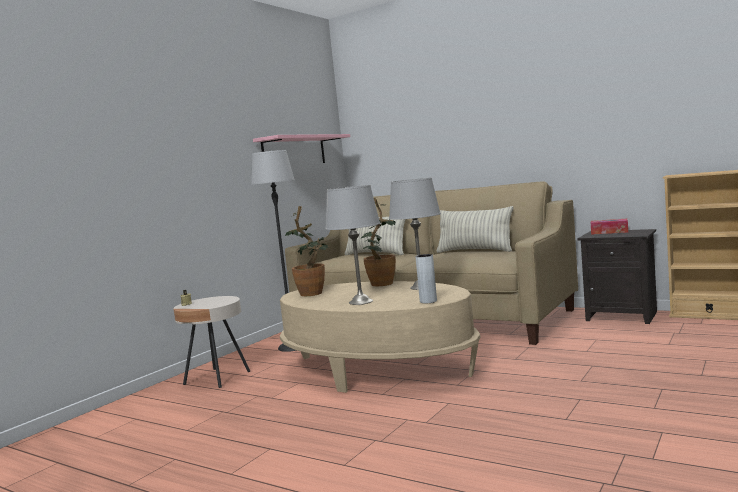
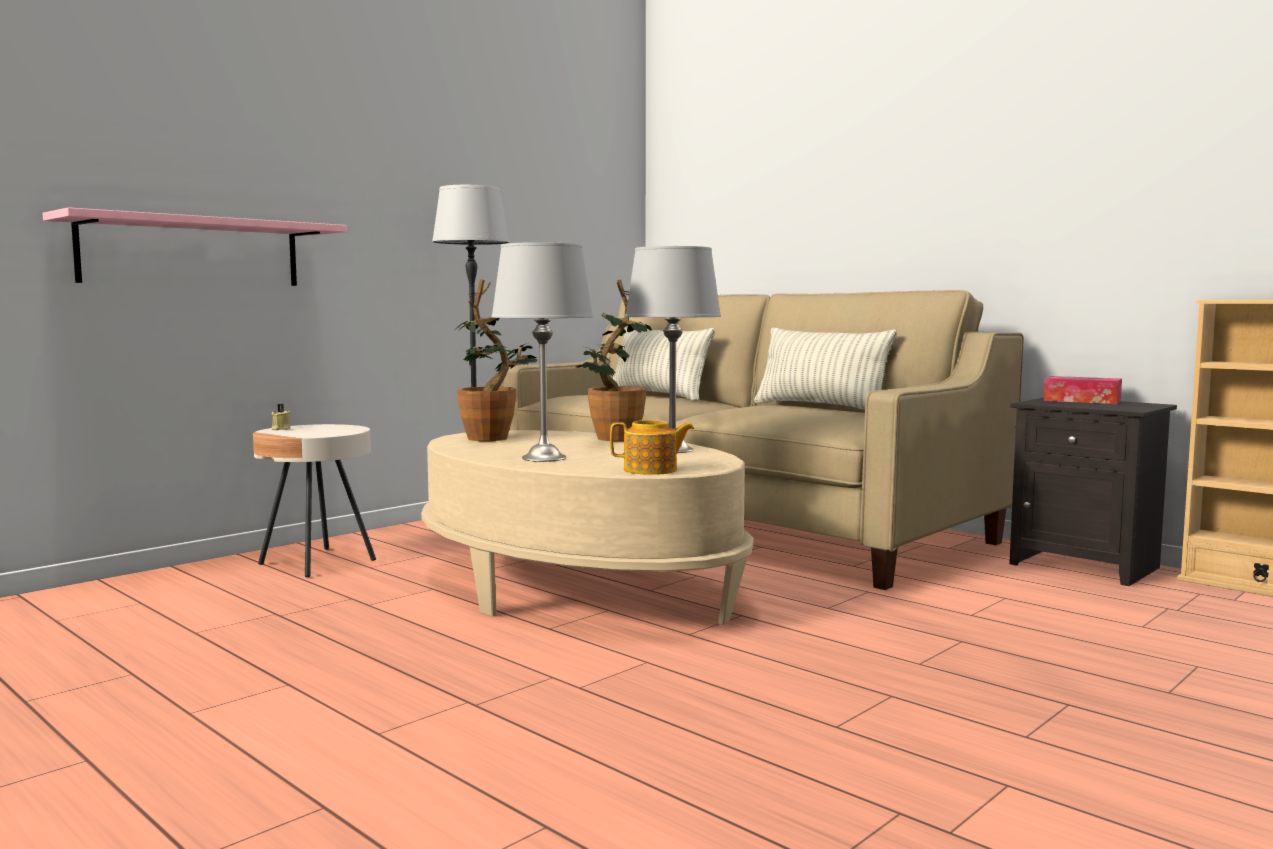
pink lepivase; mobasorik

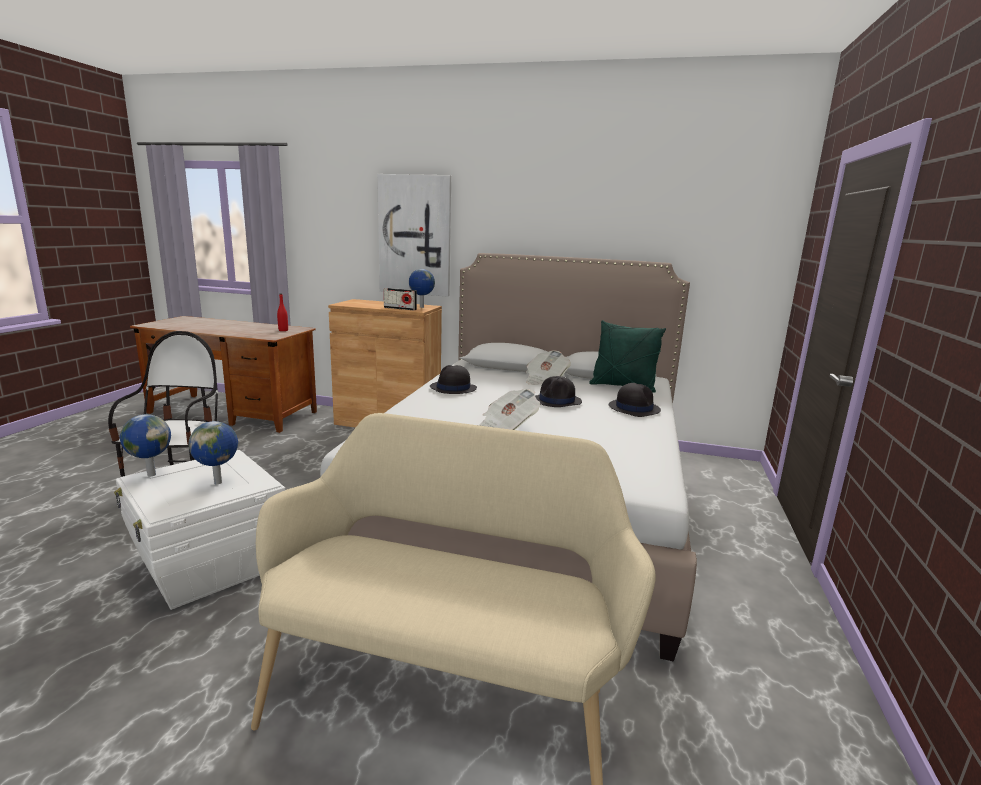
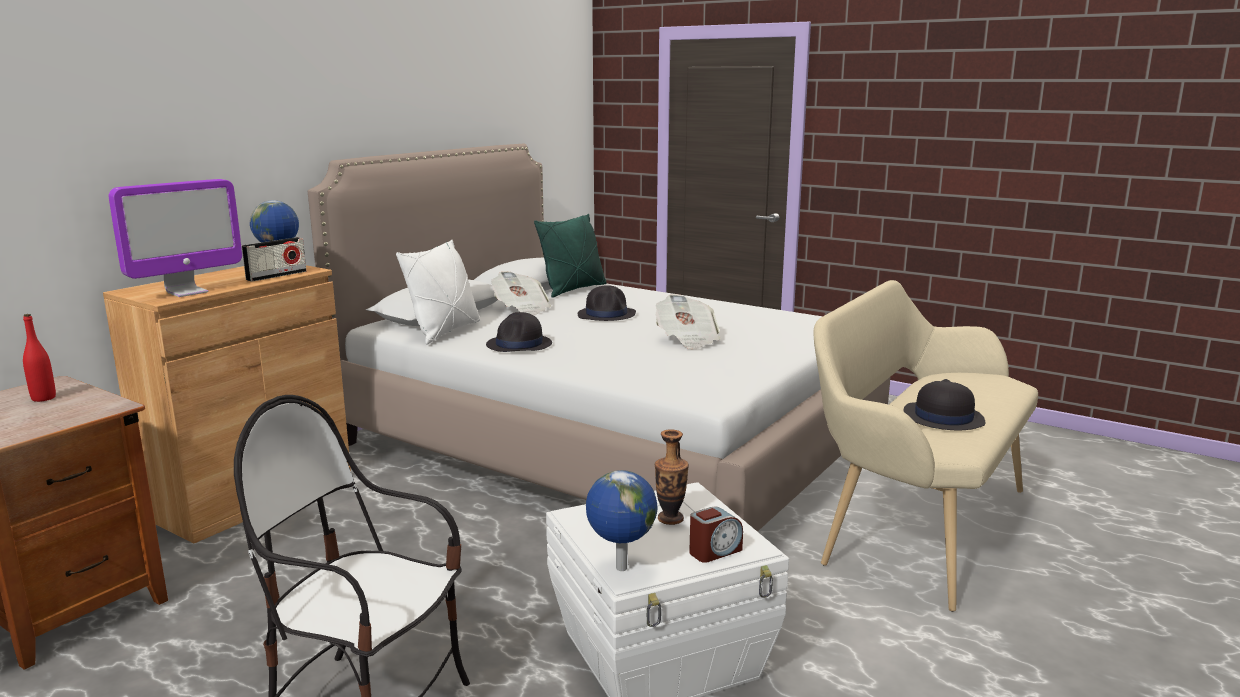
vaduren; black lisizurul (3rd from left); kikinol; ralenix; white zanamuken; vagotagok

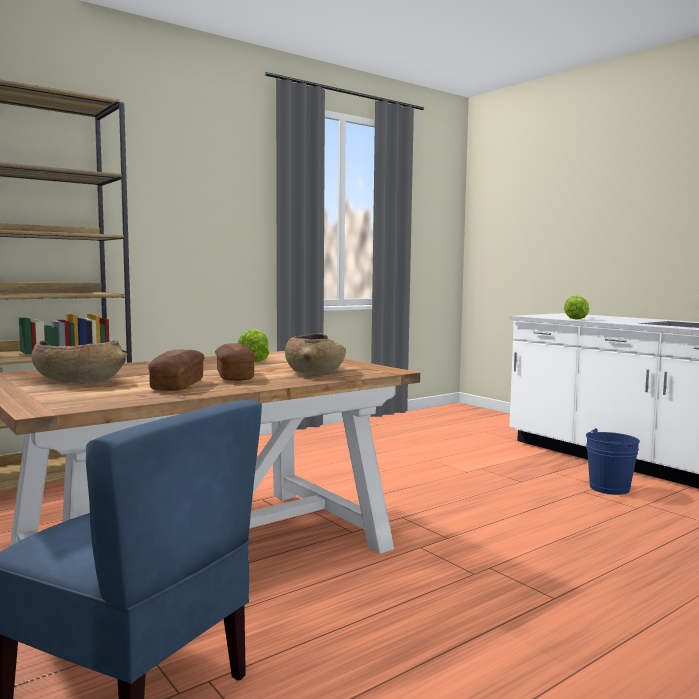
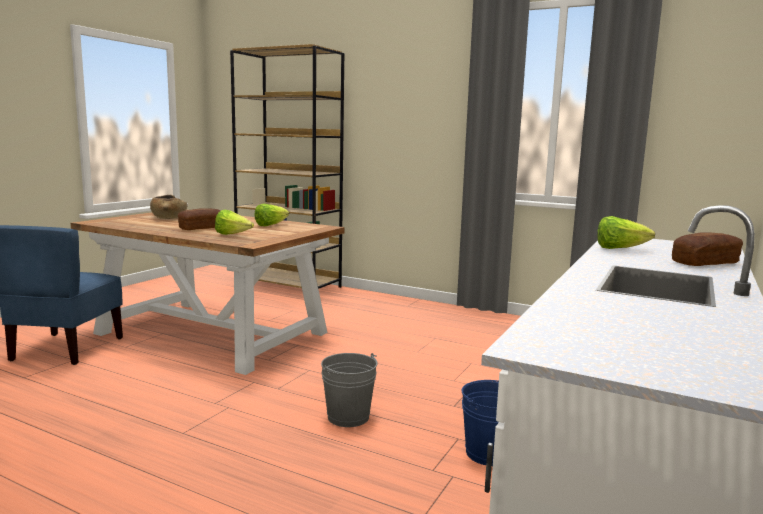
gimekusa (1st from left); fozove (2nd from left); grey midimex

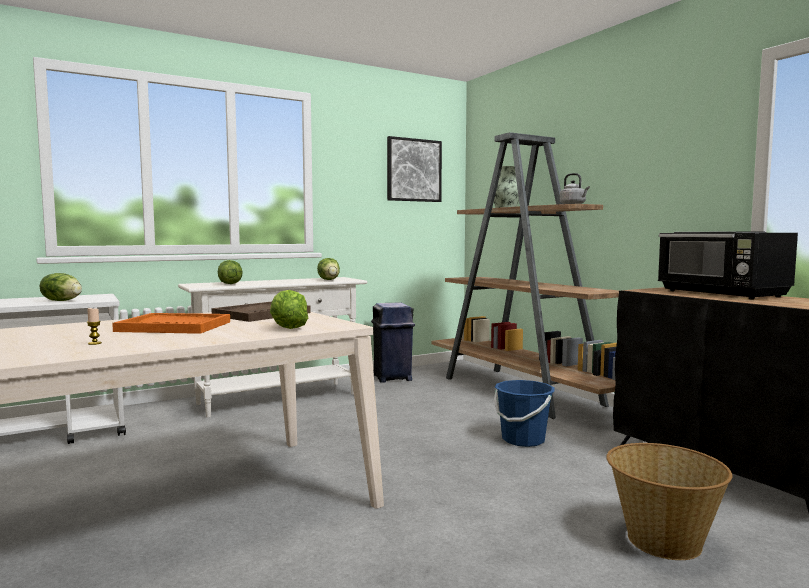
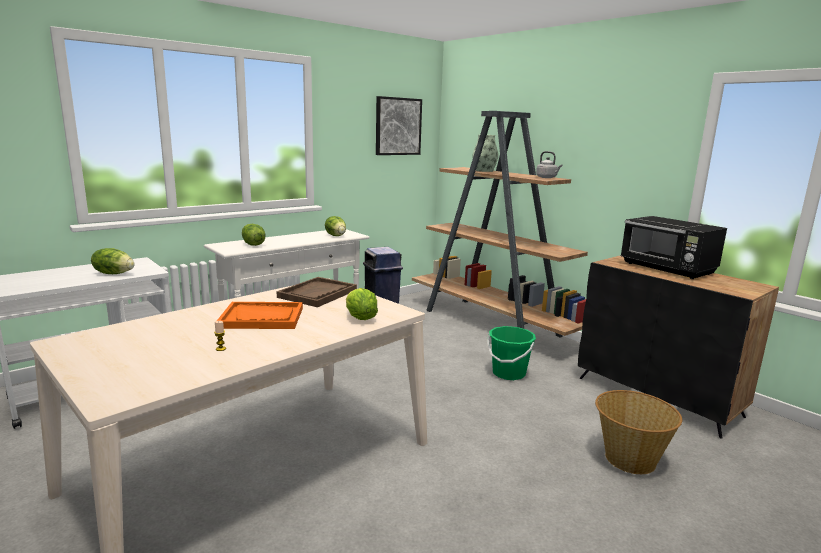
green midimex

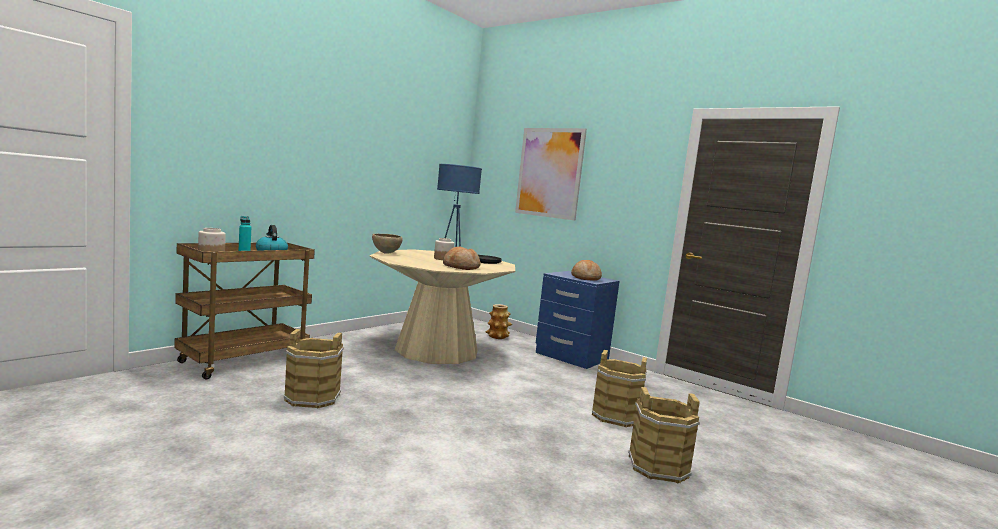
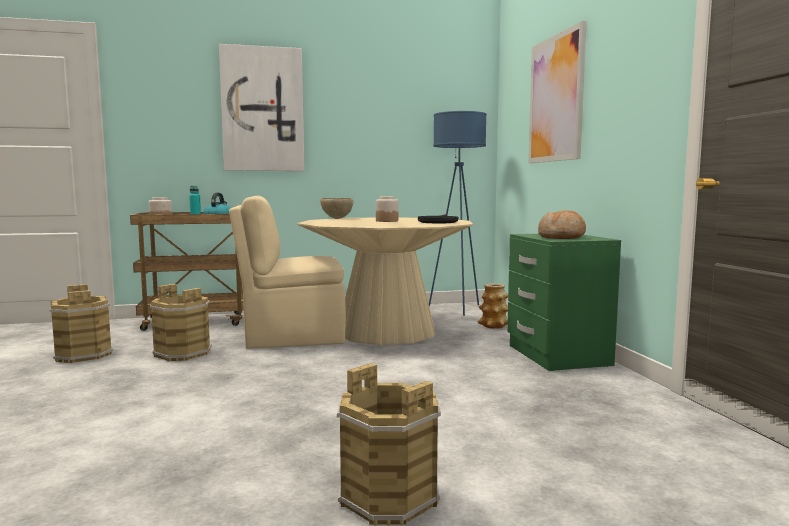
fozove (1st from left in the first image); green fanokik; brown midimex (1st from left); vaduren (1st from left); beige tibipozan

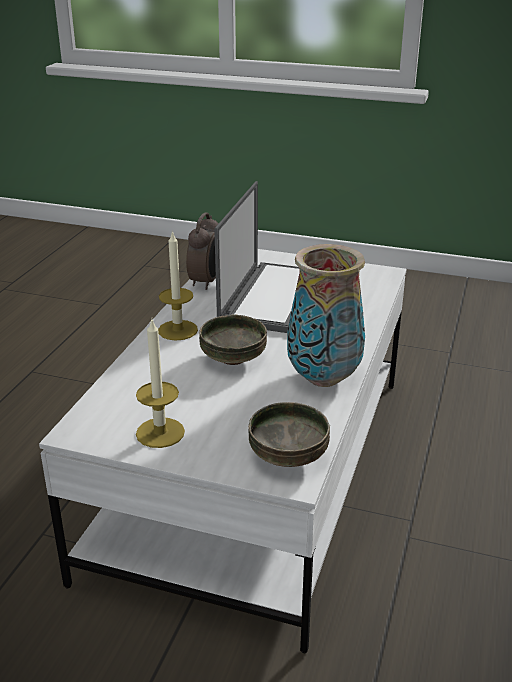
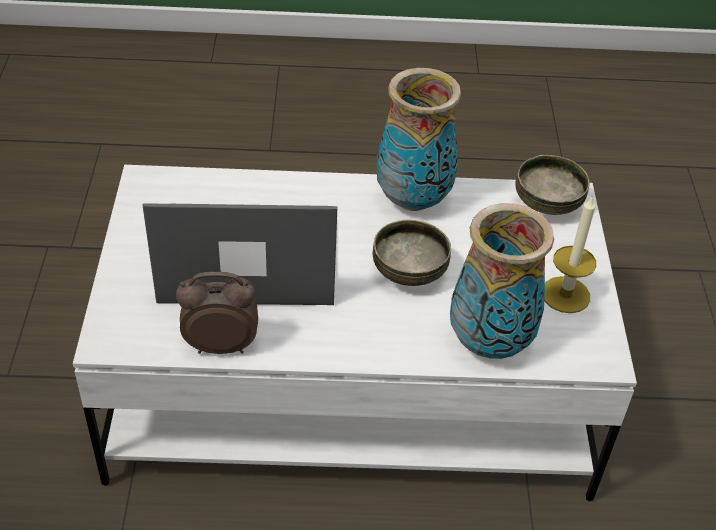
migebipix (2nd from left in the first image); kikinol (2nd from left)

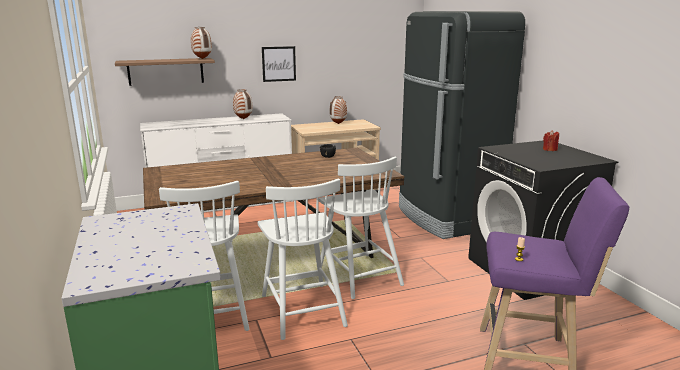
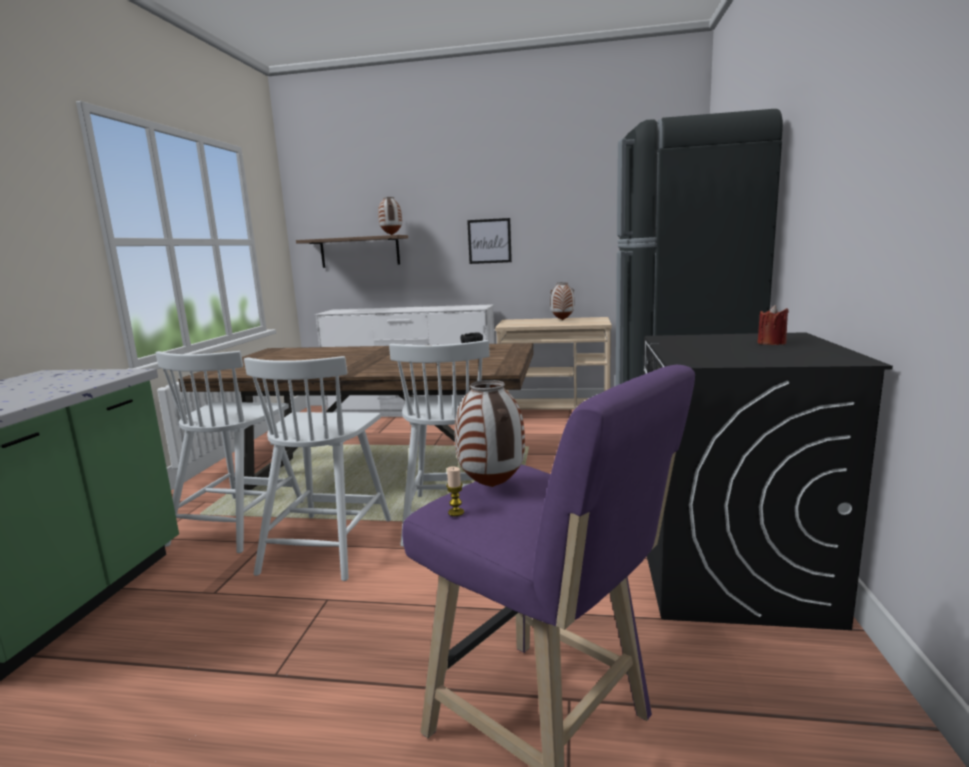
kikinol (2nd from left)

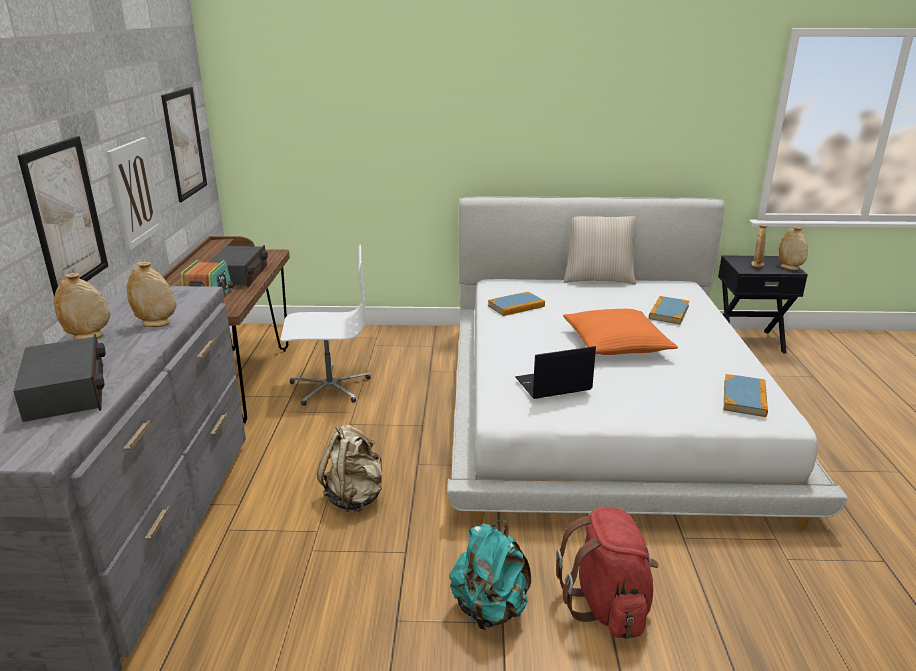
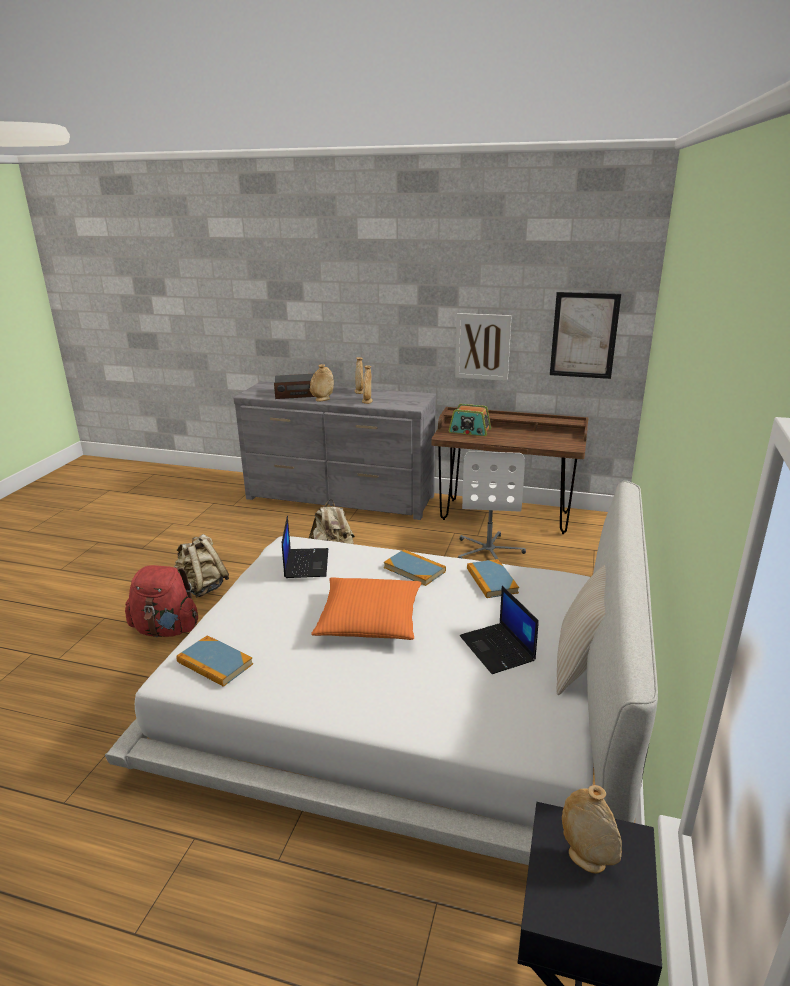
vaduren (1st from left in the first image); beige kikinol (1st from left); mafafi (3rd from left in the first image); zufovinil (2nd from left); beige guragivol (1st from left); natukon (2nd from left)

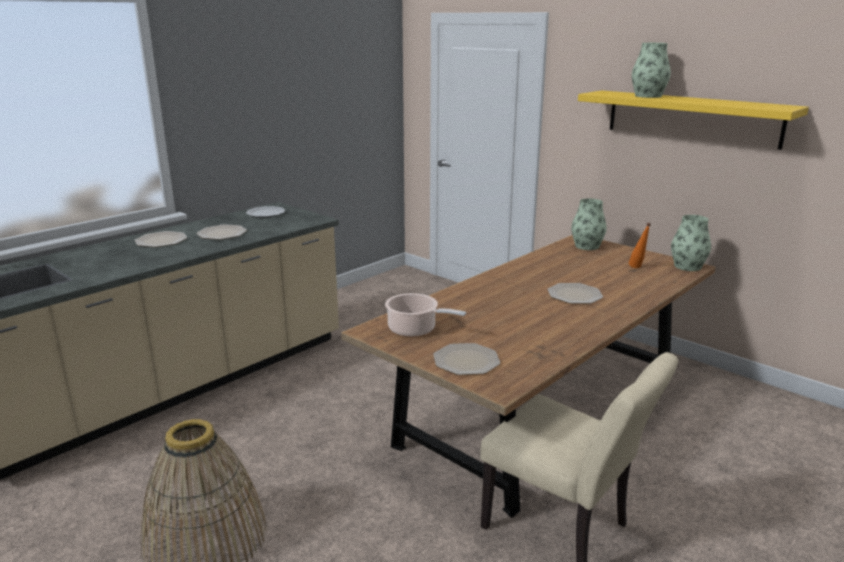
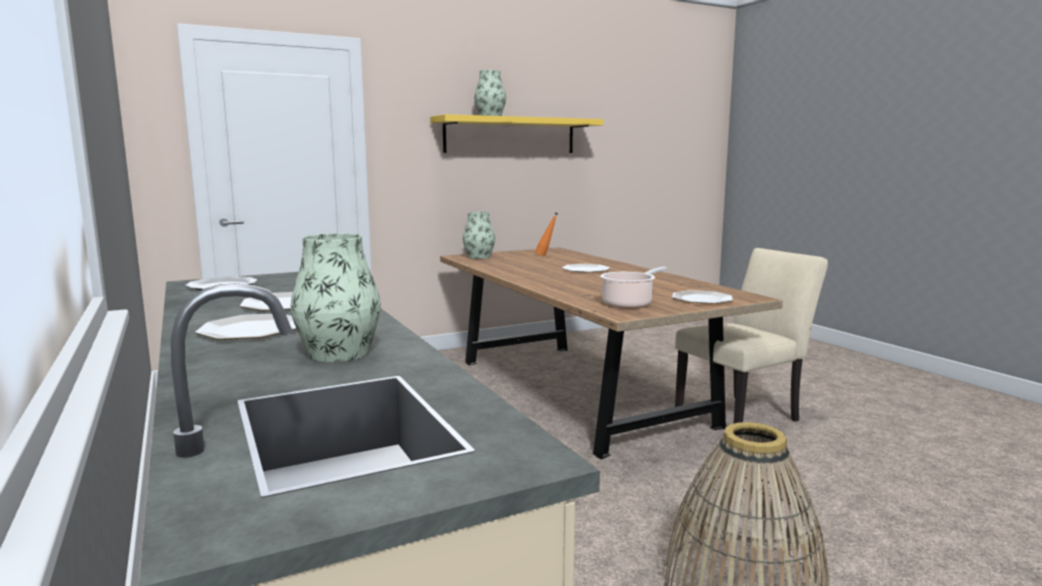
kikinol (1st from left)

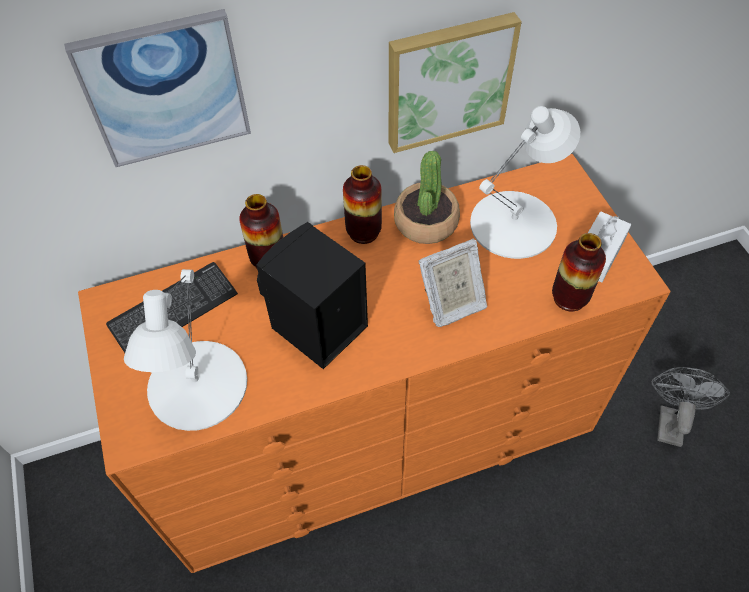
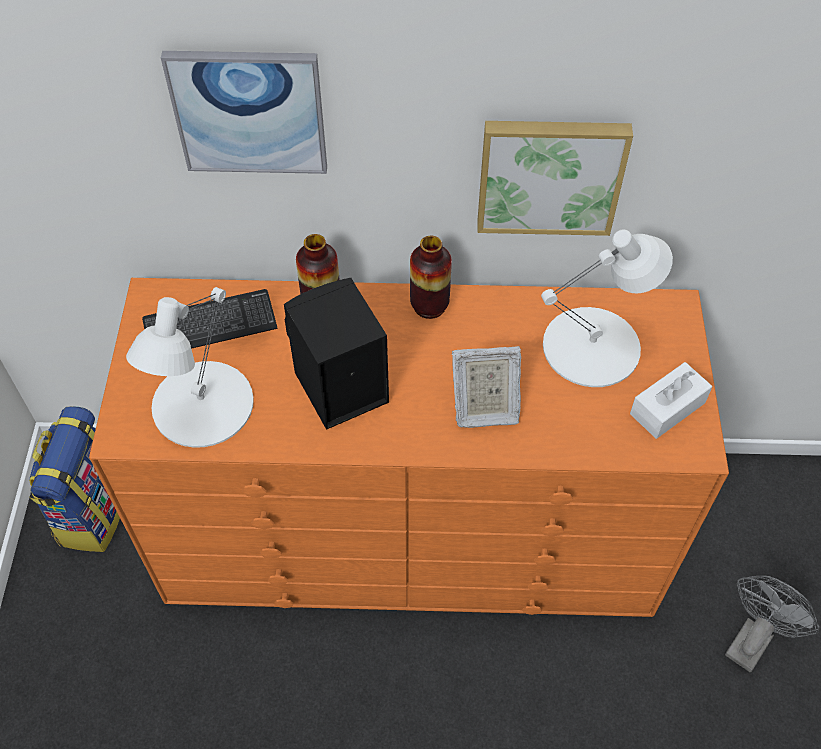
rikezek; kikinol (3rd from left in the first image); guragivol

